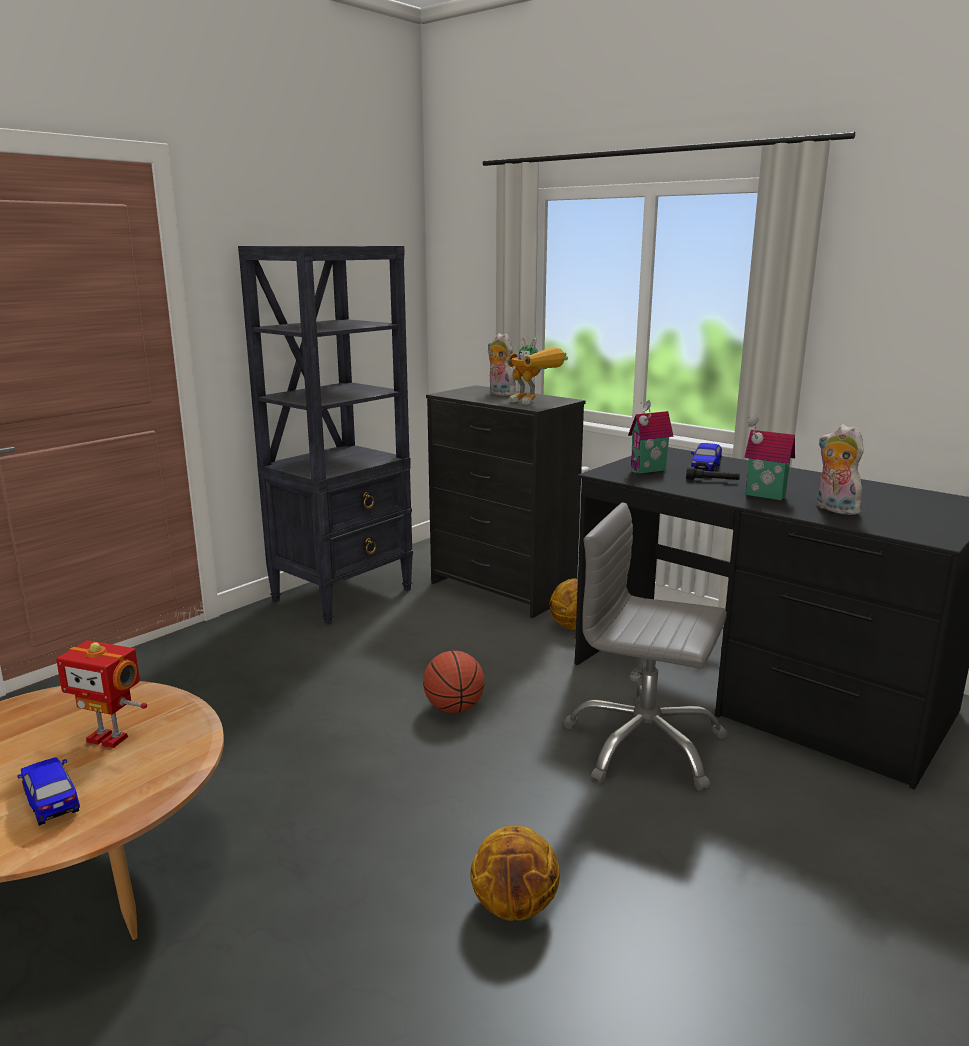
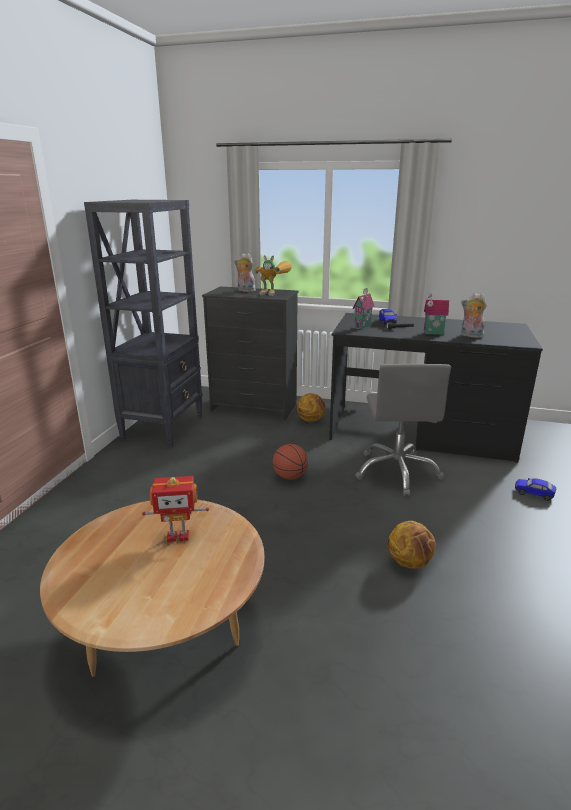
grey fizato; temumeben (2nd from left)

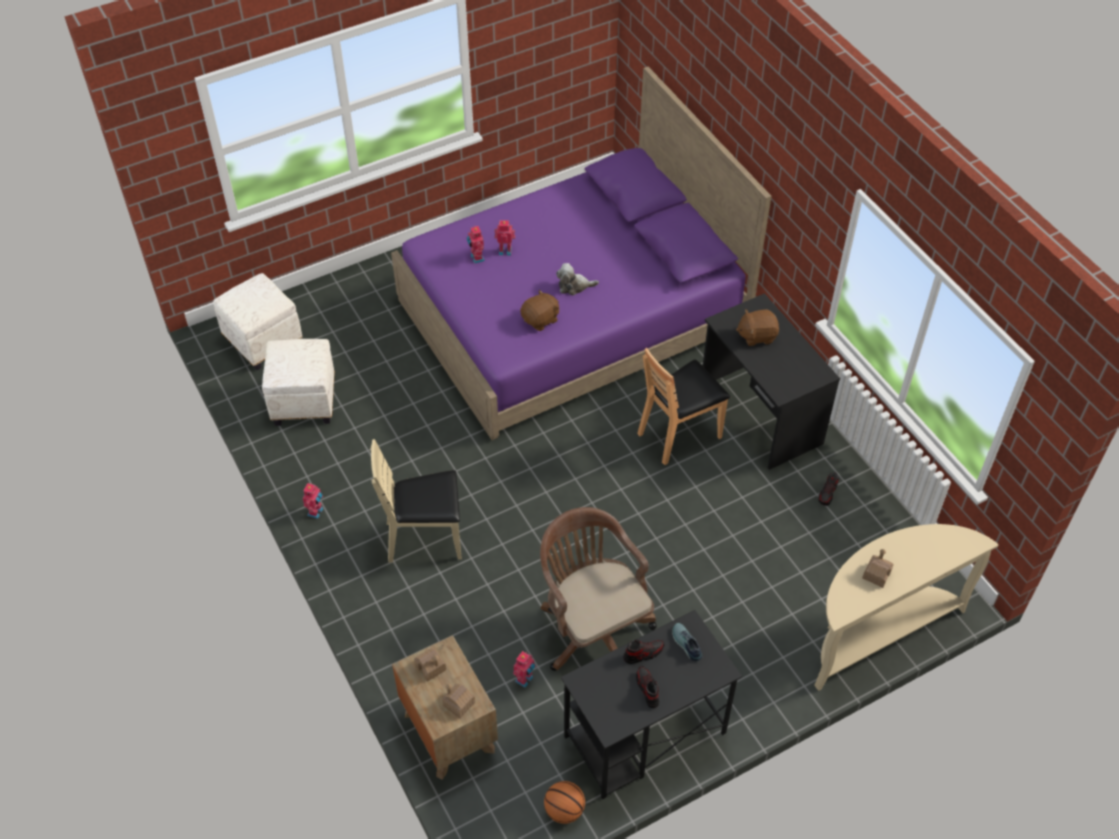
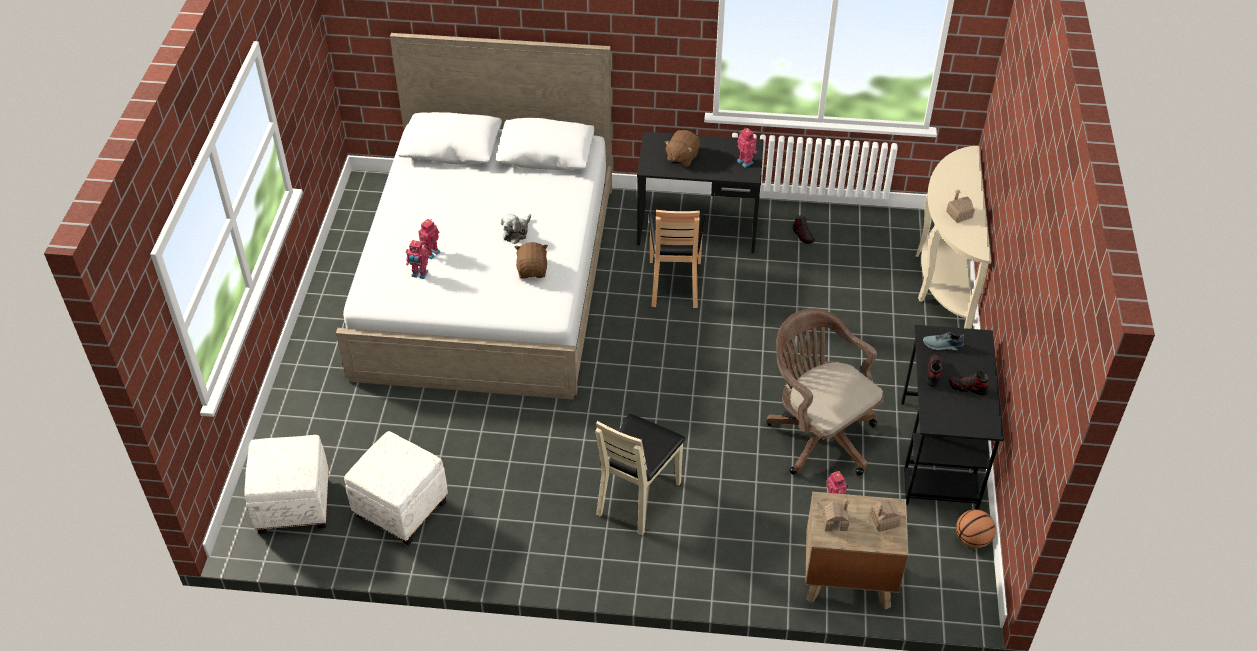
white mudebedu; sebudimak (3rd from left); brown fizato

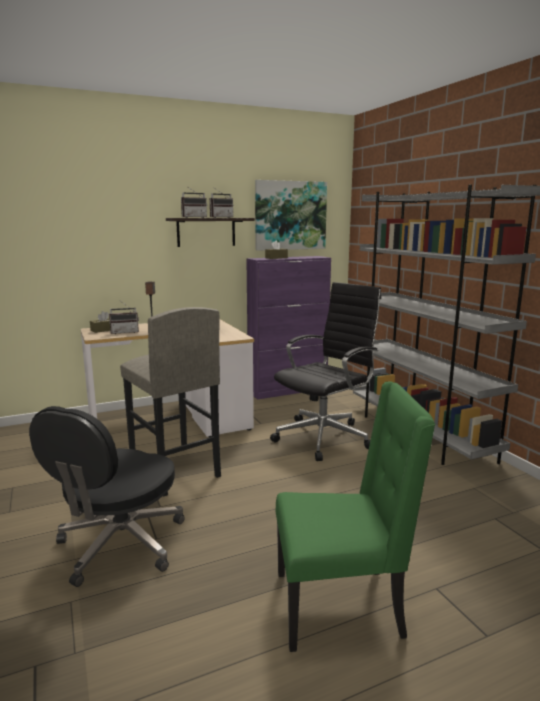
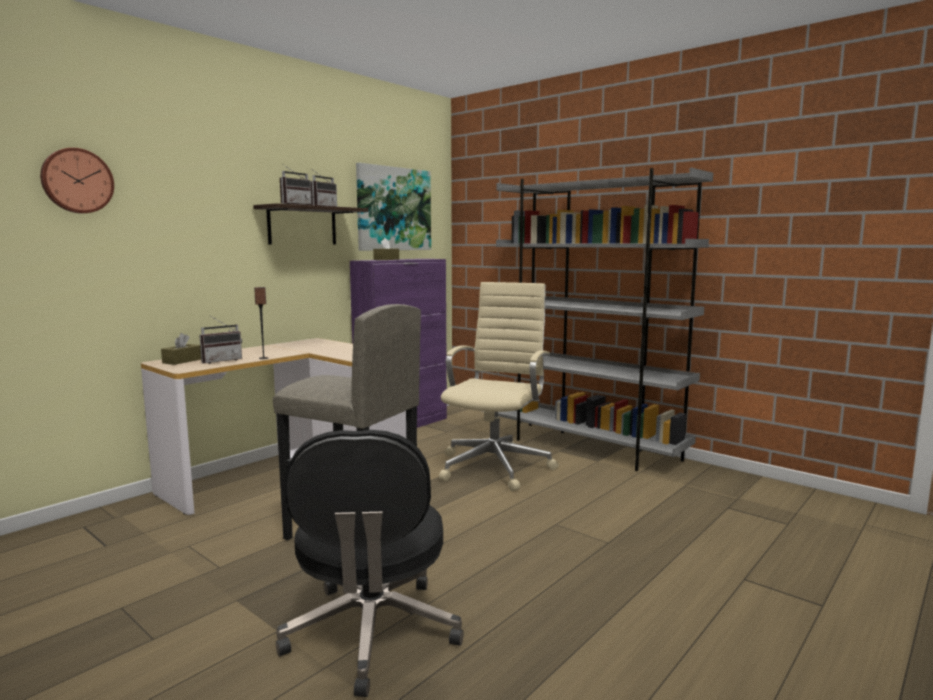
beige fizato; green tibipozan; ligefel

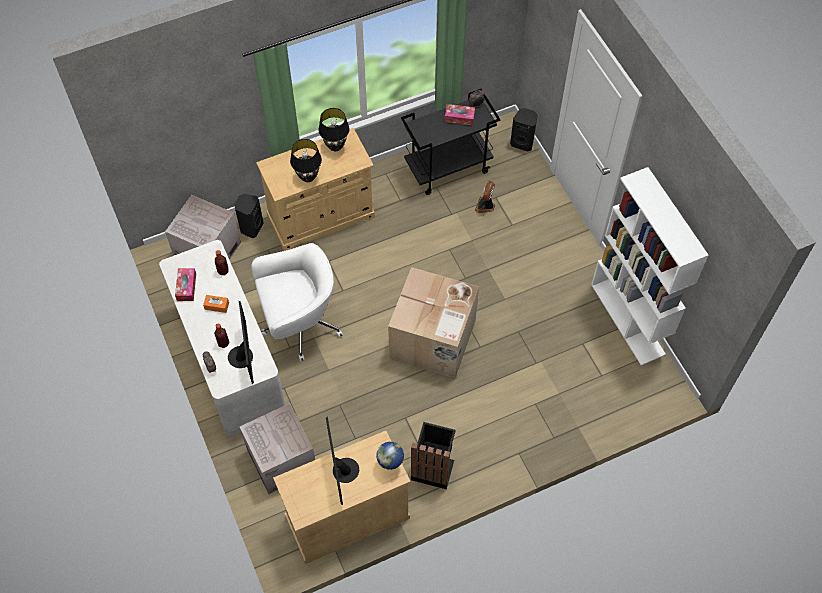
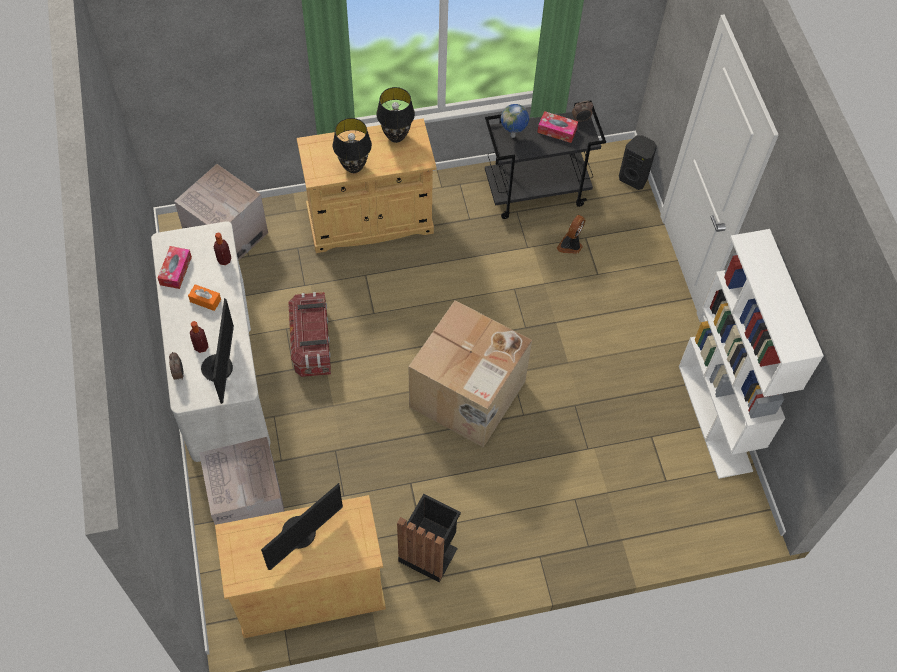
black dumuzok (1st from left in the first image); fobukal; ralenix (2nd from left); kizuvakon

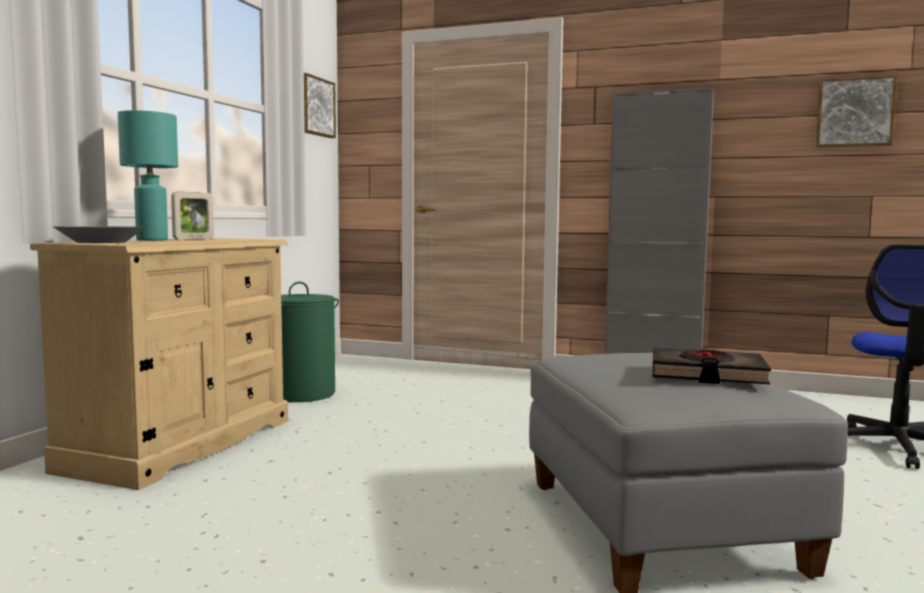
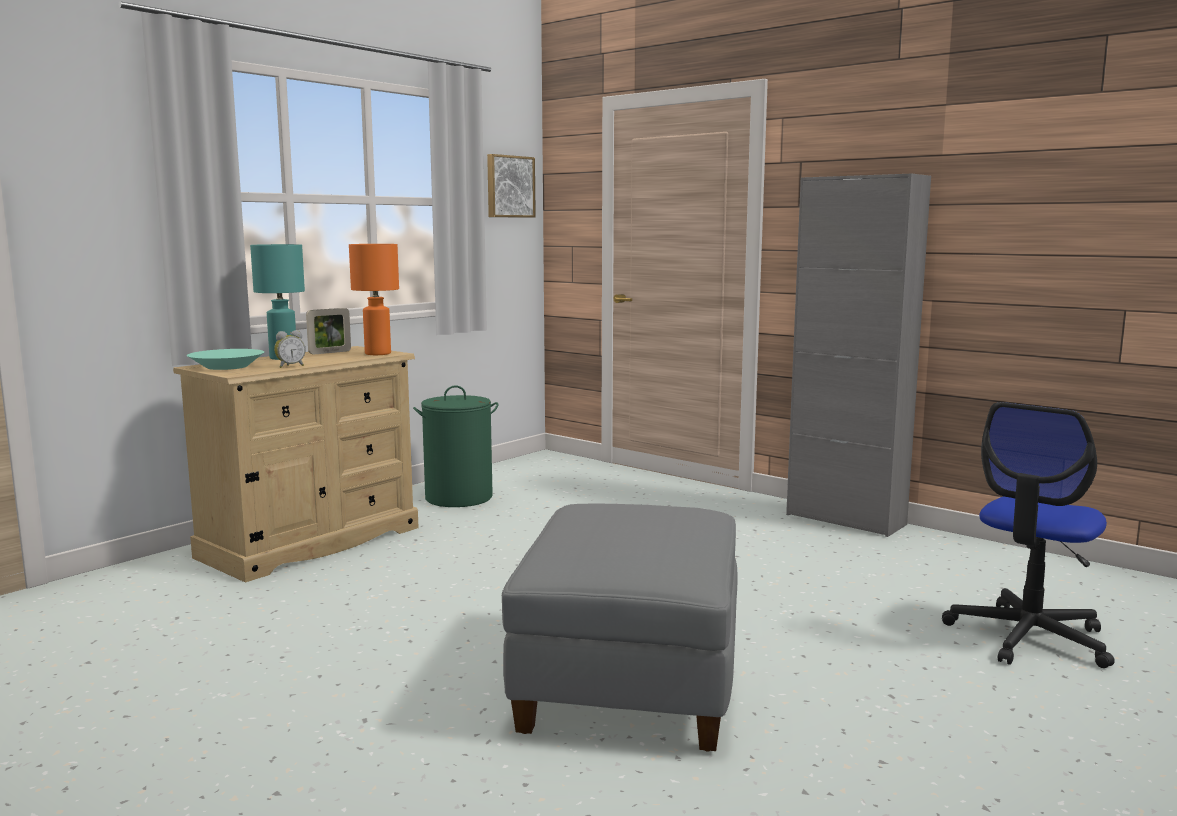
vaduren (2nd from left in the first image); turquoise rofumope; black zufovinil; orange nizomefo; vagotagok

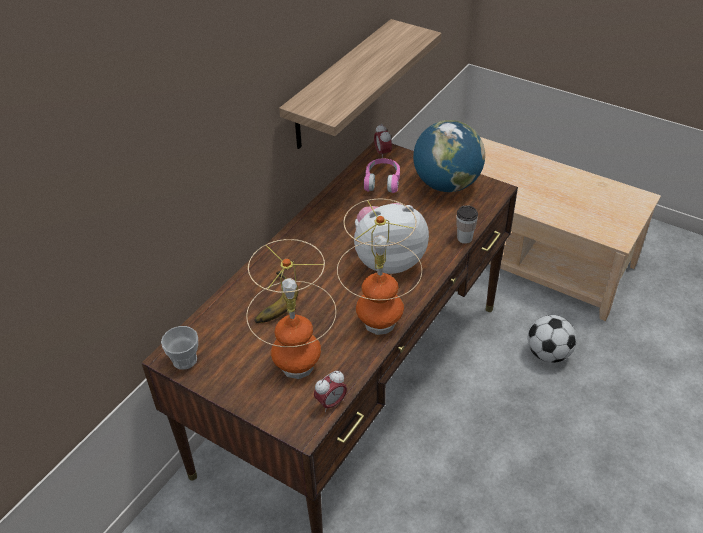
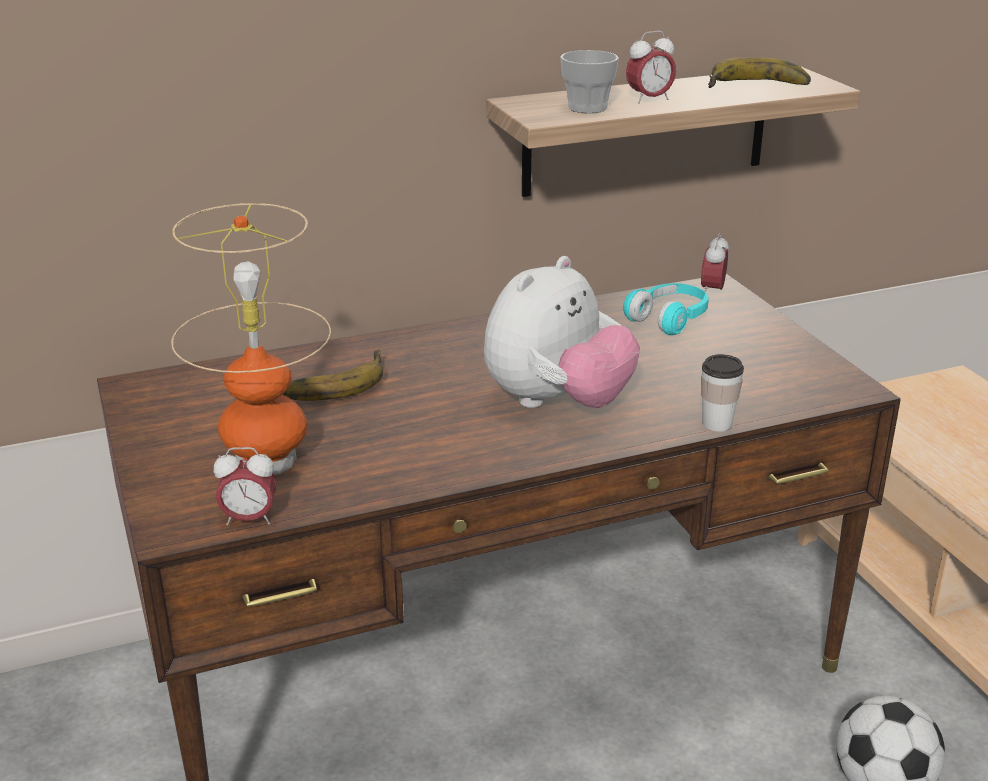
kizuvakon; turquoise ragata; nizomefo (2nd from left in the first image); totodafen; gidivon (1st from left); vagotagok (2nd from left); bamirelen (2nd from left)

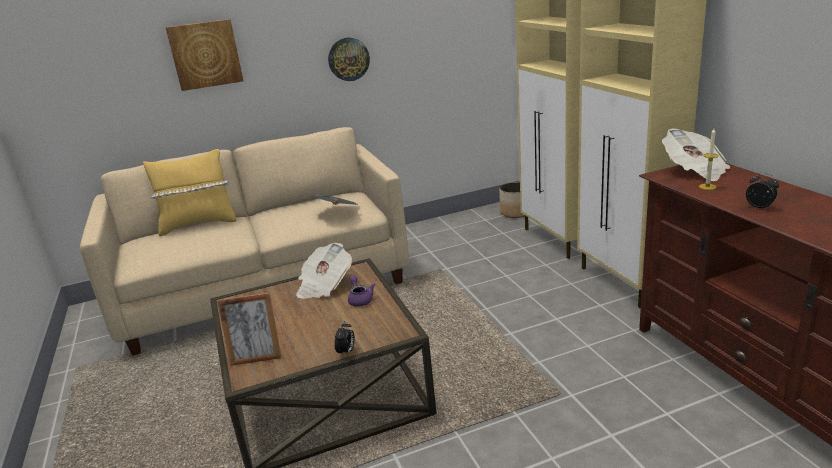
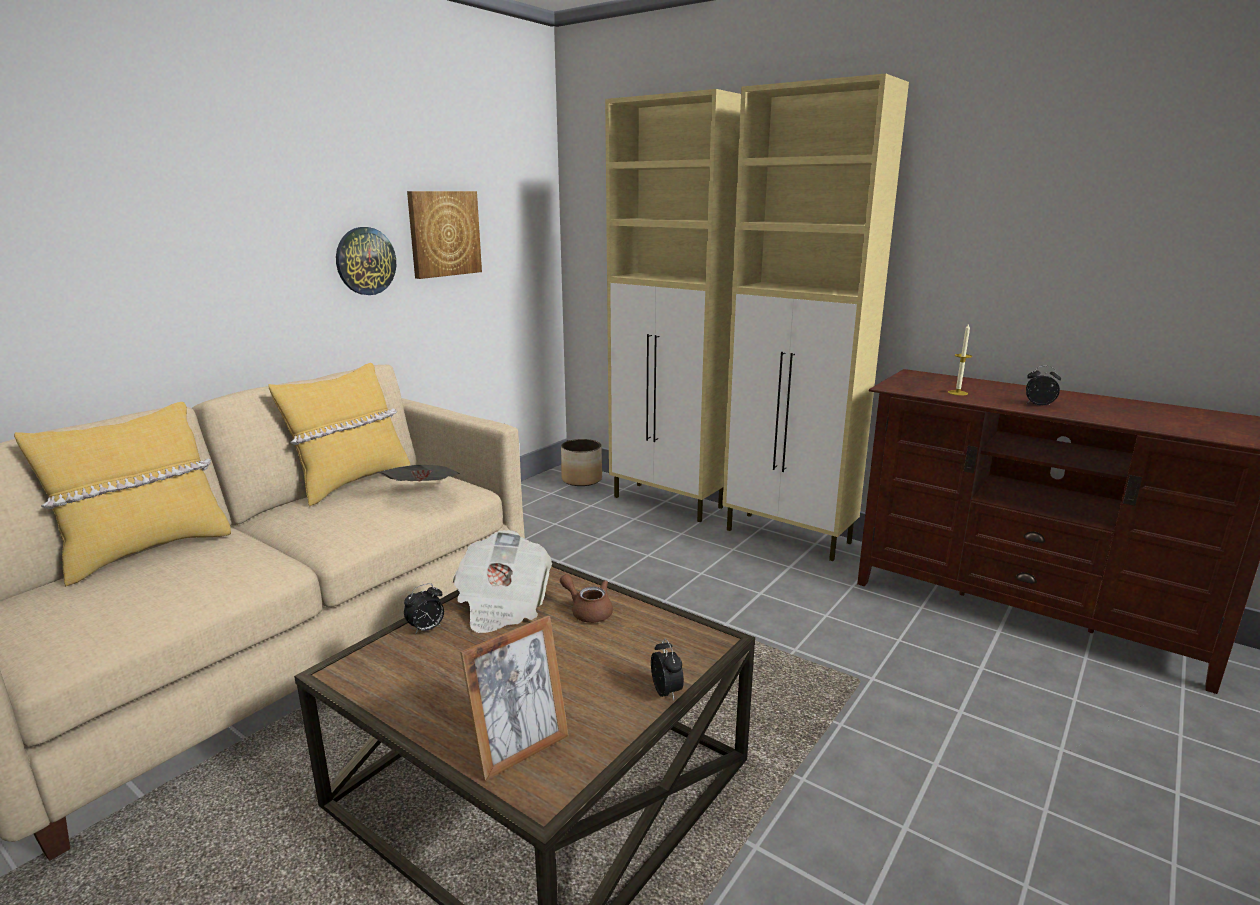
vaduren; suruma (3rd from left in the first image); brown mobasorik; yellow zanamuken (2nd from left); vagotagok (1st from left)

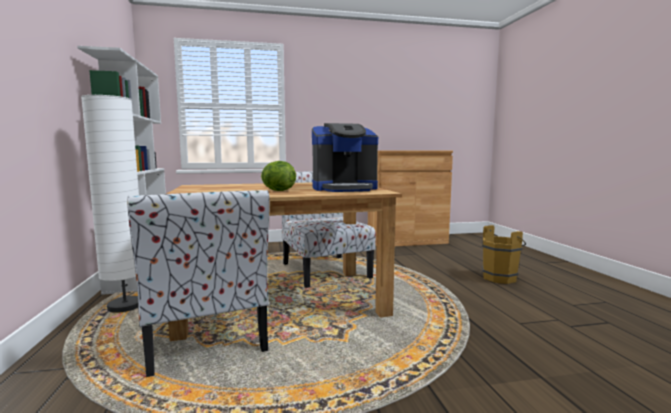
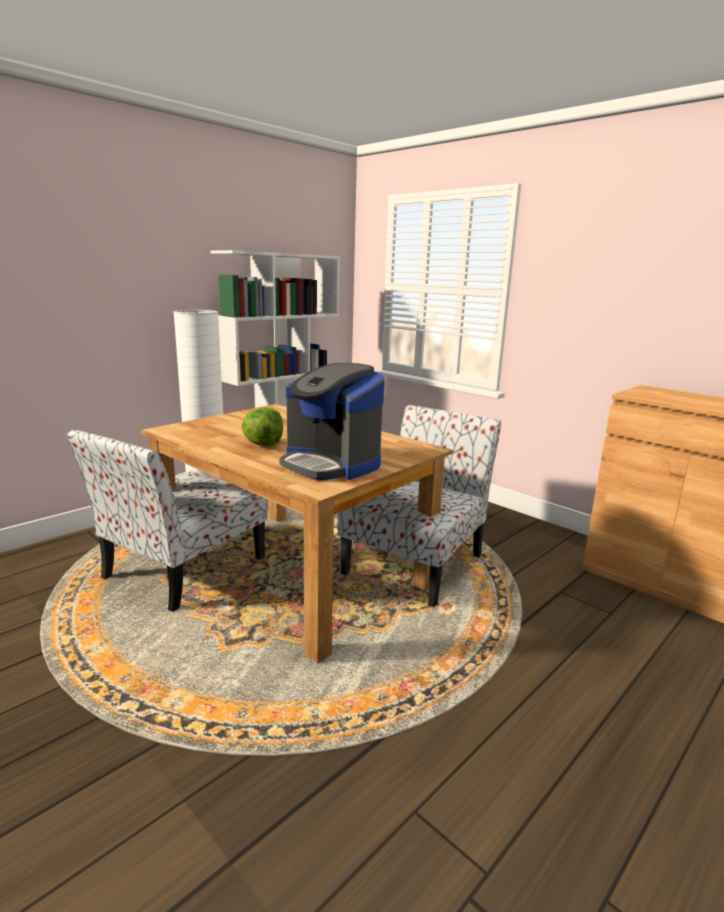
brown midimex

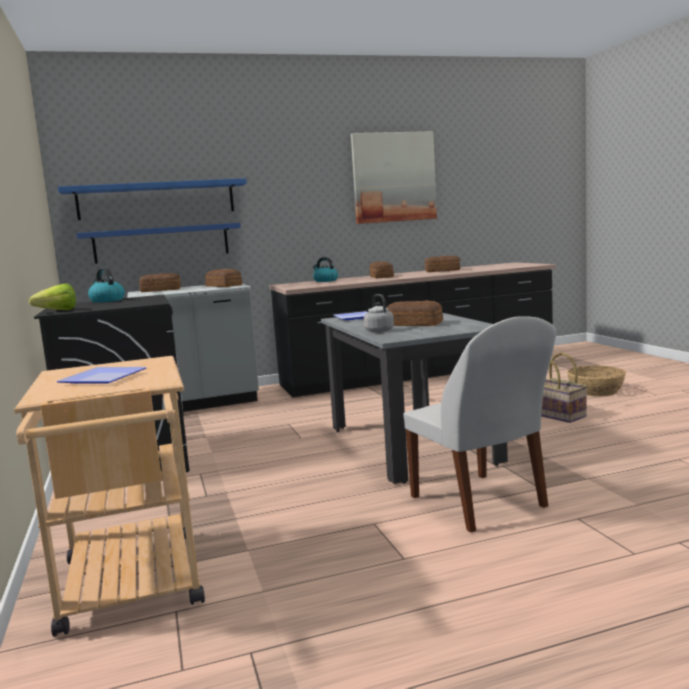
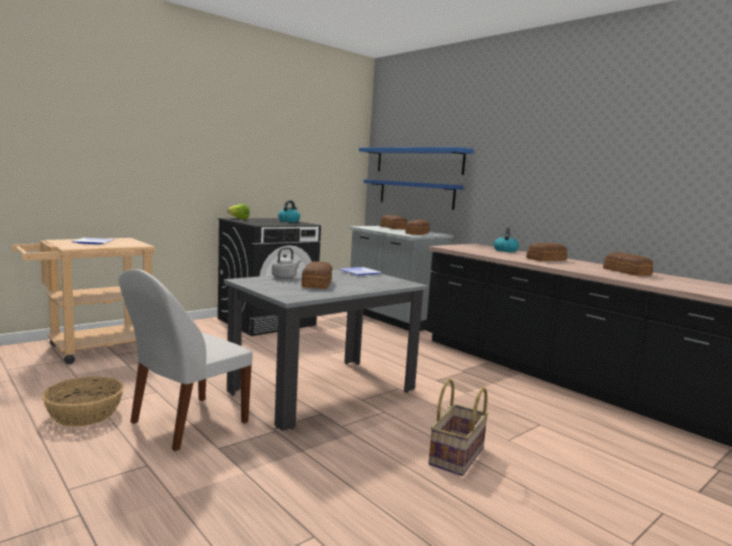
vaduren; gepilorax (1st from left)

